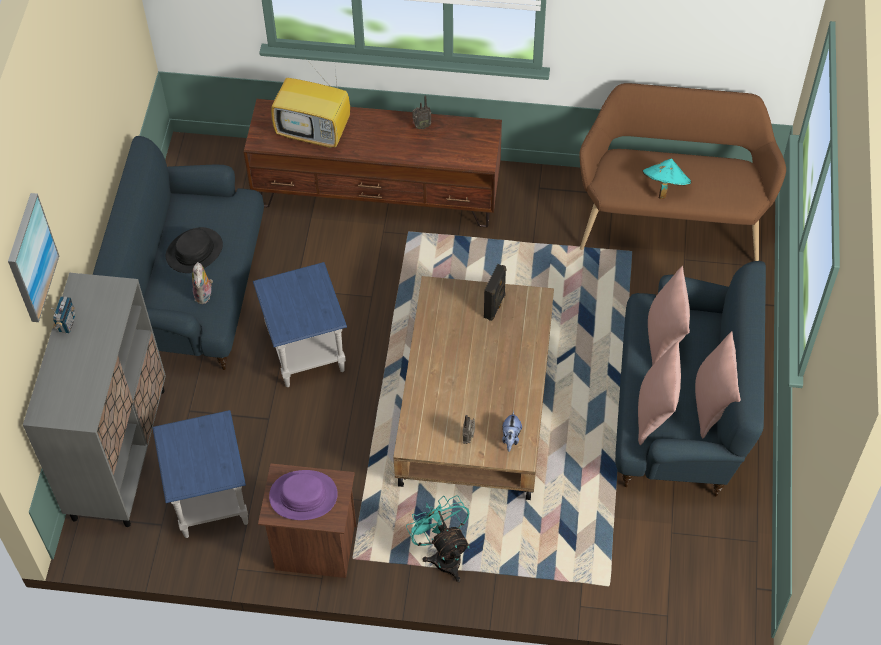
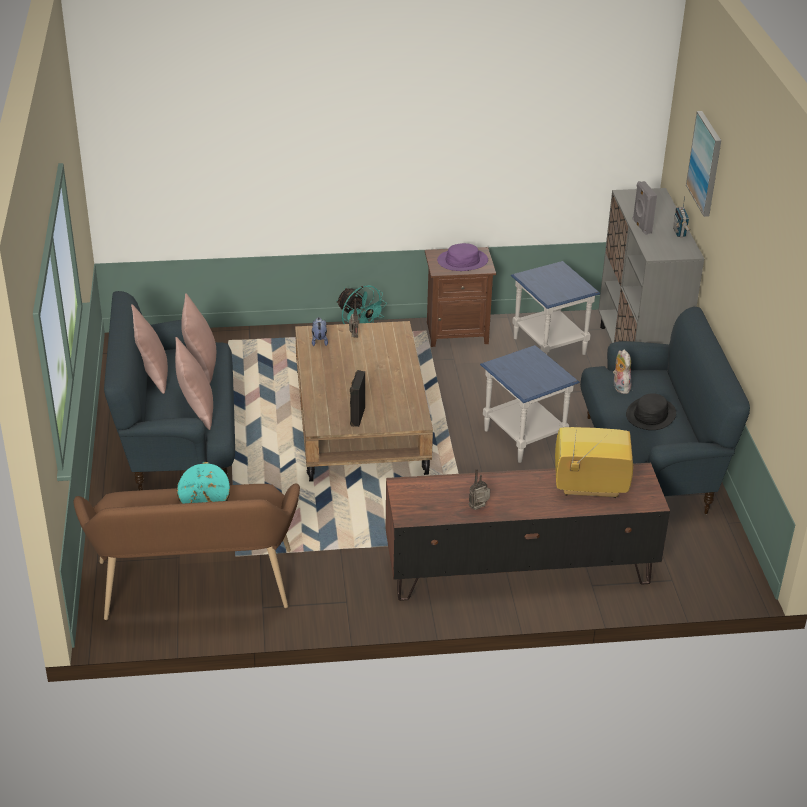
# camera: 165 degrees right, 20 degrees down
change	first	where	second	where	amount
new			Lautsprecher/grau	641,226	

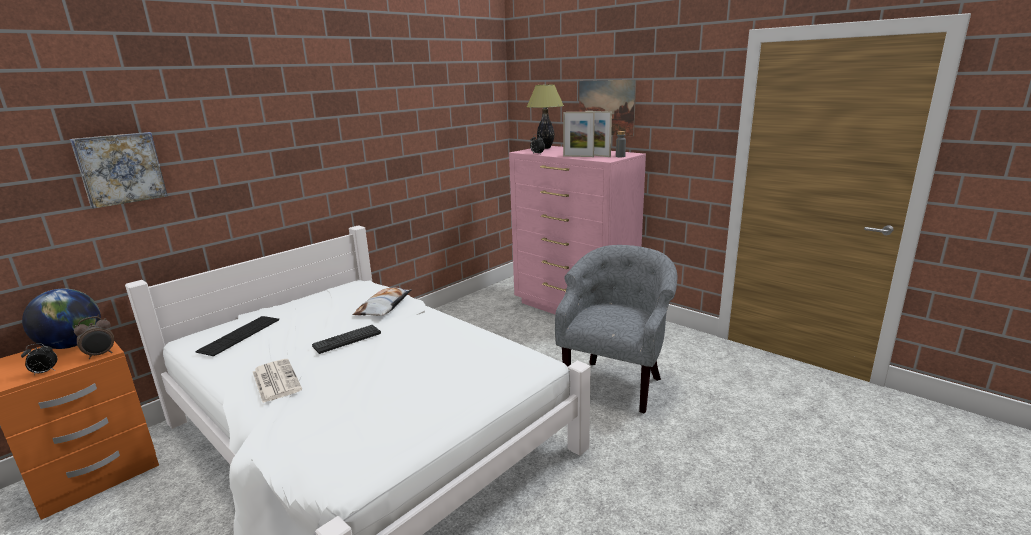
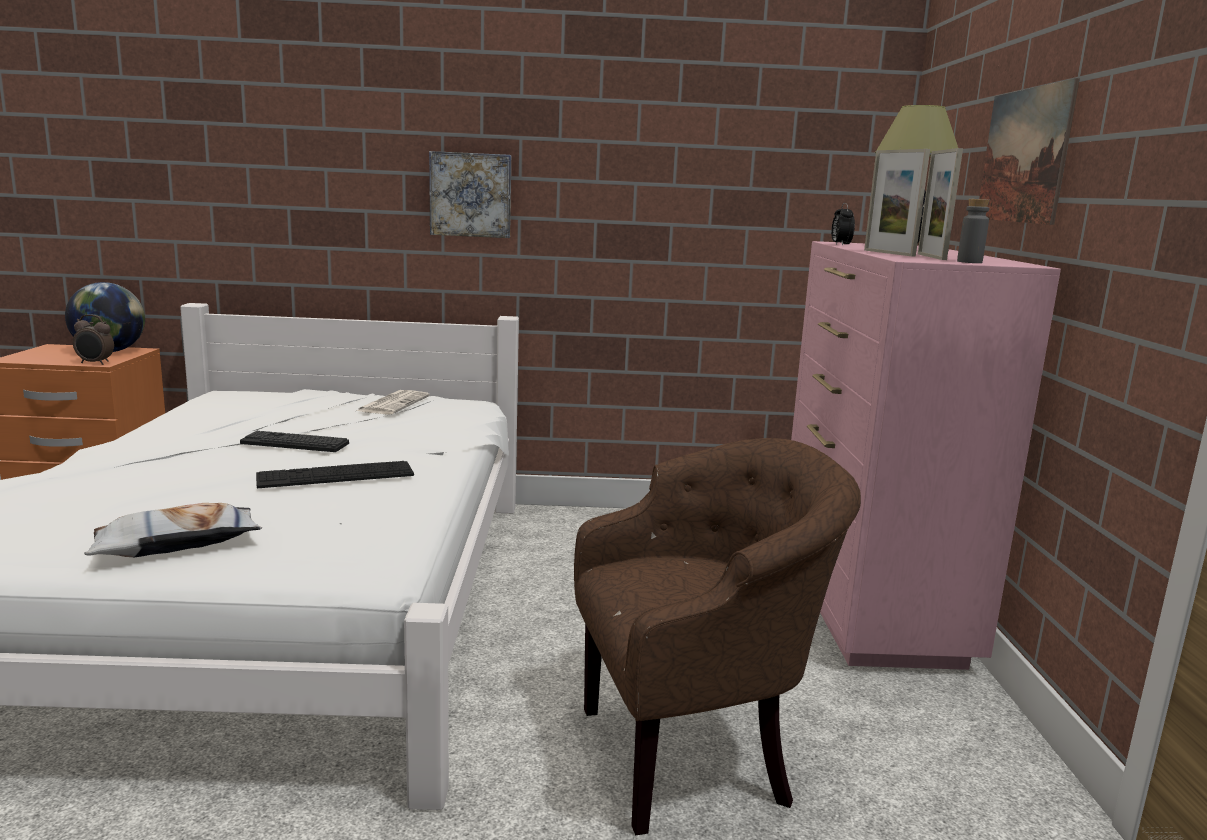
# camera: 45 degrees right, 5 degrees down
change	first	where	second	where	amount
shifted	Kissen	384,307		176,543	
shifted	Tastatur	240,335		336,475	
shifted	Zeitung	275,380		393,403	
shifted	Bild	120,168		471,195	
repainted	Sessel/grau	616,382	Sessel/braun	694,754	
gone	Wecker	44,372			

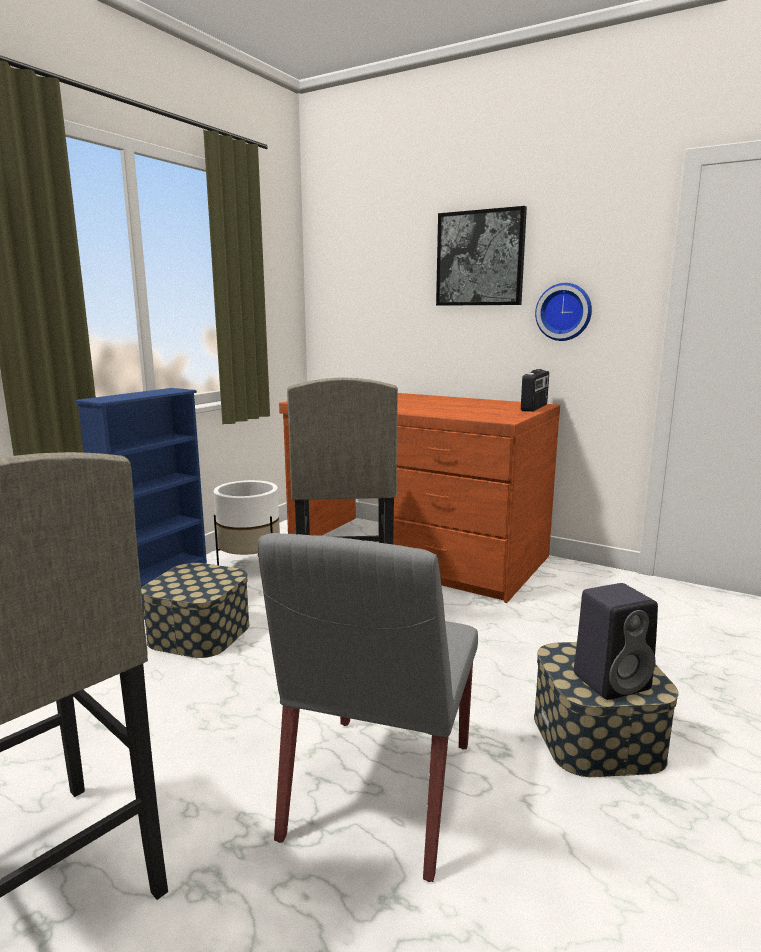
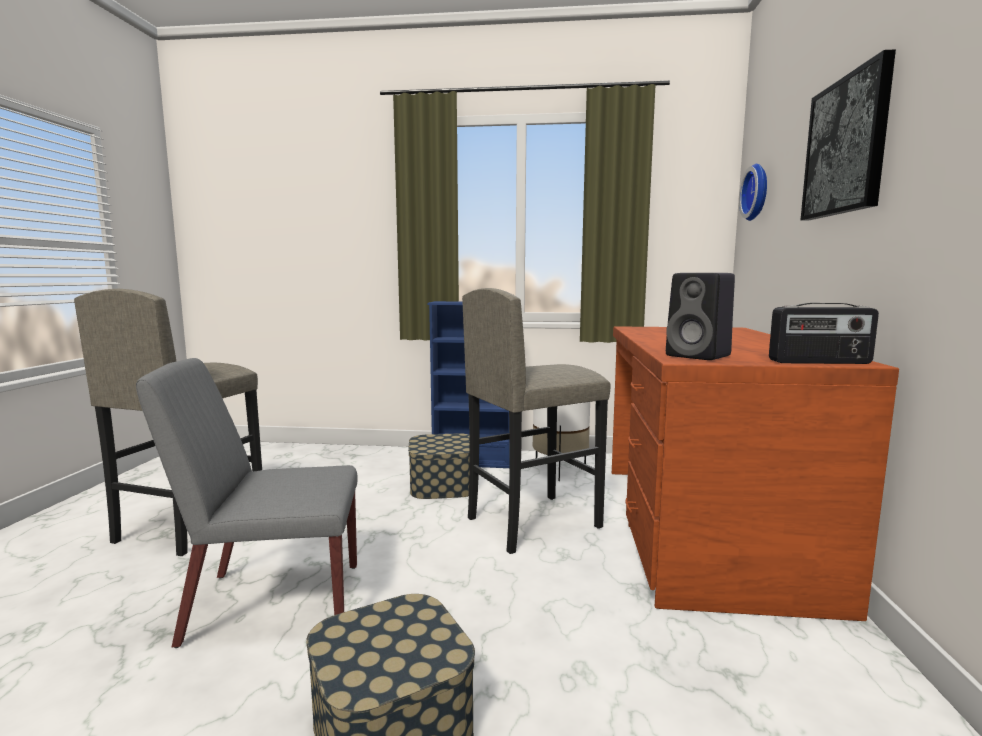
# camera: 65 degrees right, 5 degrees down
change	first	where	second	where	amount
shifted	Lautsprecher/schwarz	612,681		700,356	
shifted	Wanduhr	564,312		758,192	

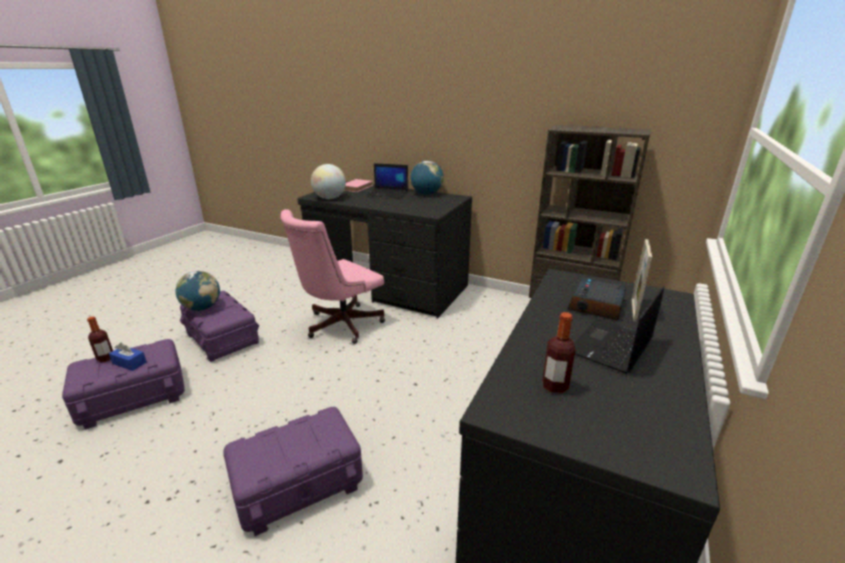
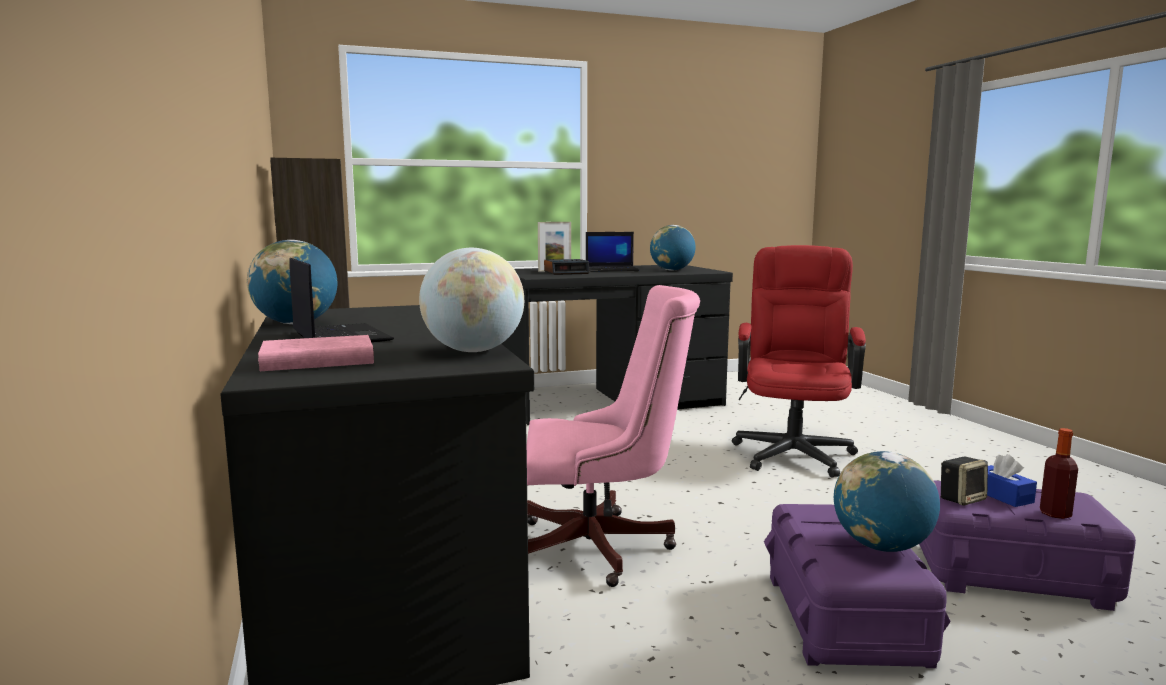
# camera: 135 degrees left, 15 degrees down
change	first	where	second	where	amount
swapped	Flasche	555,386	Globus	672,270	
swapped	Aufbewahrungsbox/lila	298,484	Bürostuhl/rot	793,450	
new			Lautsprecher	962,499	

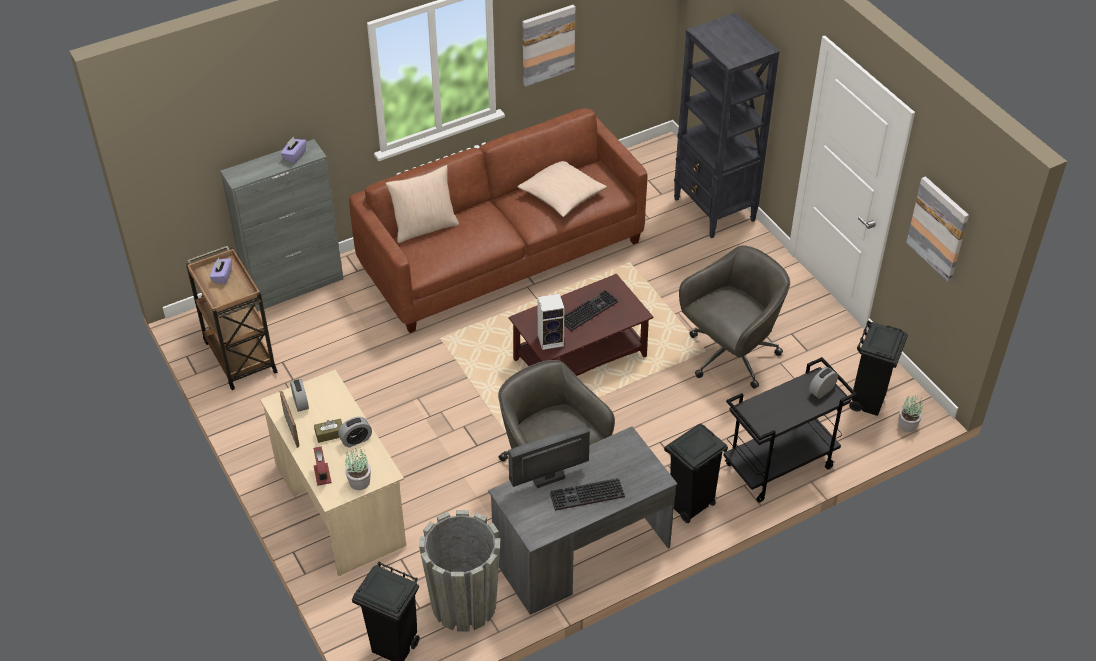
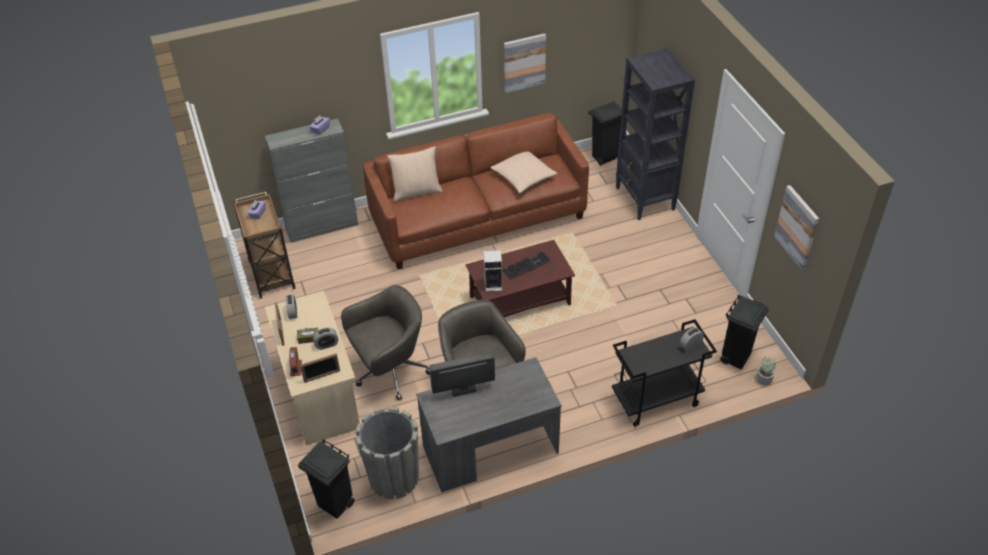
# camera: 10 degrees right, 0 degrees up
change	first	where	second	where	amount
swapped	Topfpflanze	359,481	Bilderrahmen	322,376	
shifted	Bürostuhl/grau	730,356		390,371	
shifted	Mülleimer/schwarz	690,506		604,158	
gone	Tastatur	586,496			

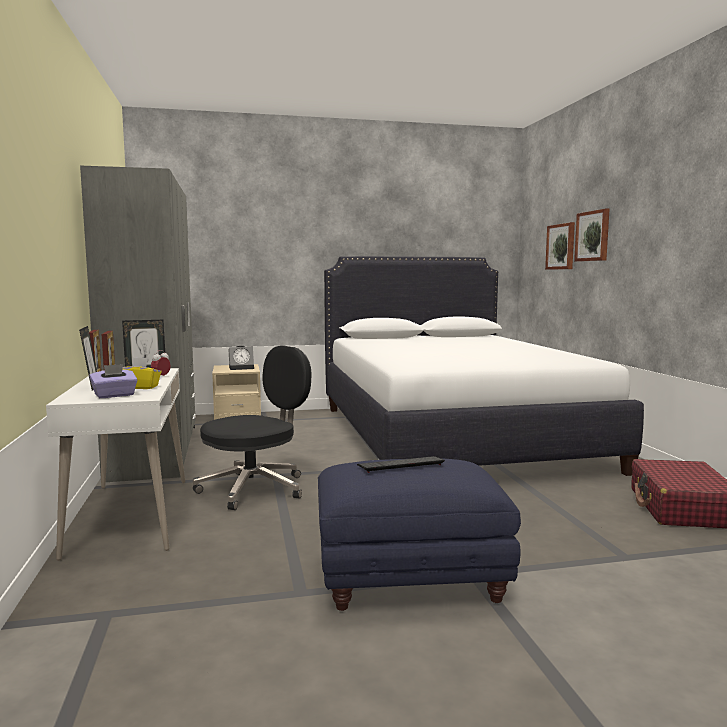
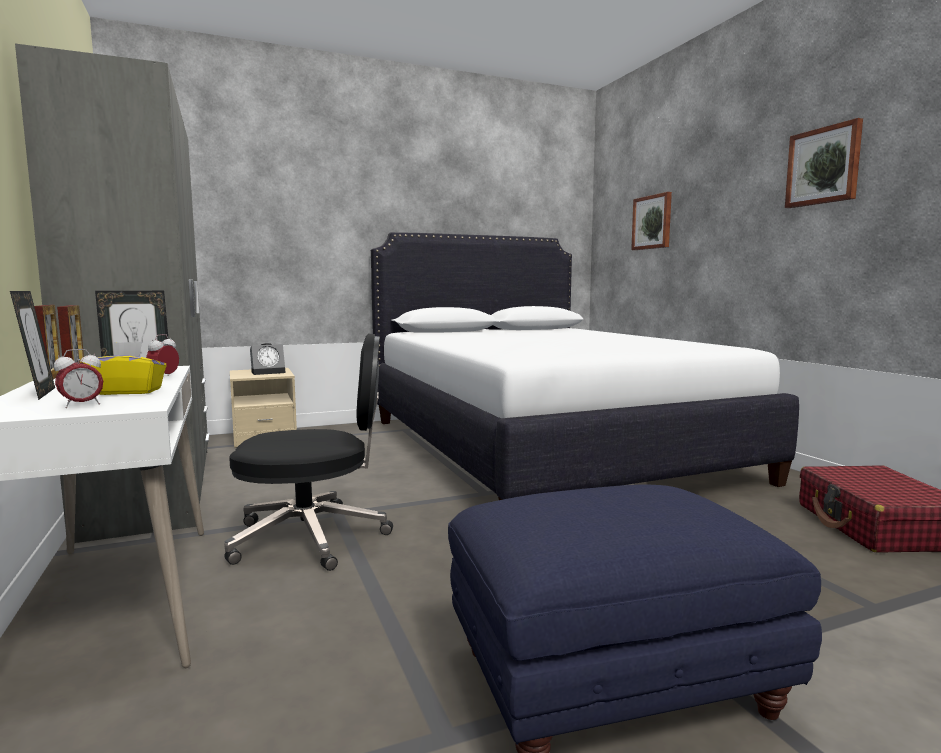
# camera: 10 degrees left, 0 degrees up
change	first	where	second	where	amount
swapped	Taschentuchbox/lila	114,395	Wecker	81,405	
rotated	Bürostuhl/schwarz	255,488		313,537	45 degrees clockwise
shifted	Bild	593,236		823,166	
gone	Tastatur	400,465			

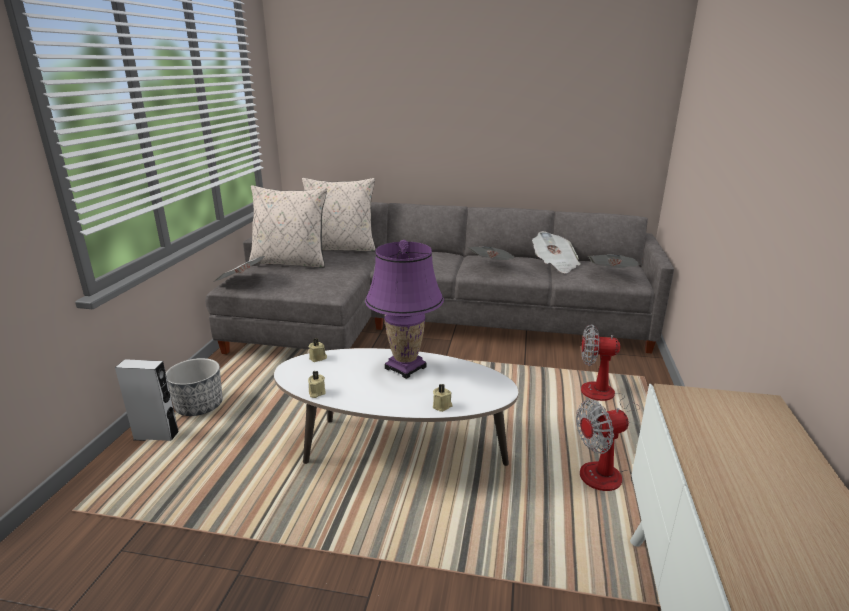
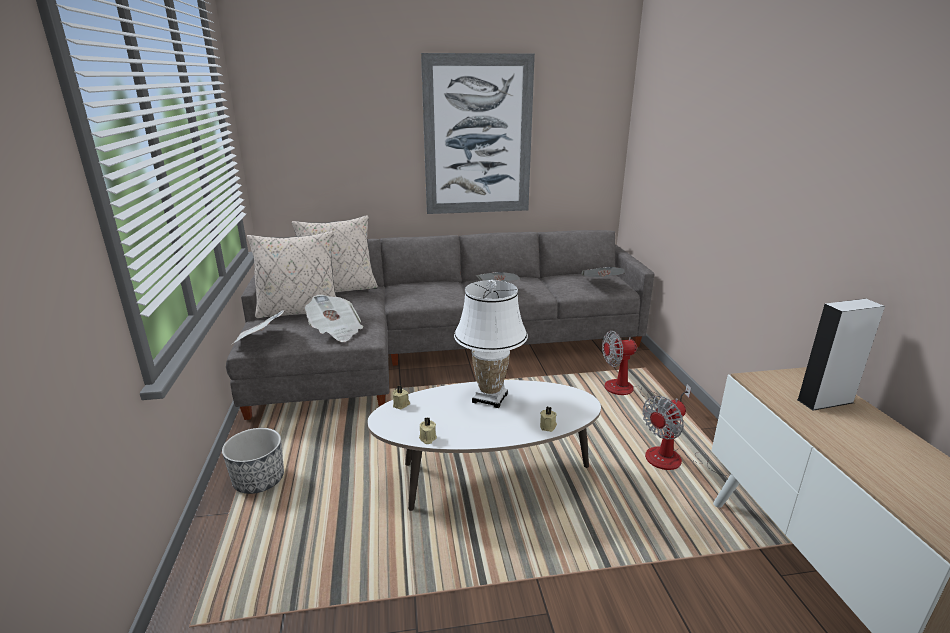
# camera: 20 degrees left, 0 degrees up
change	first	where	second	where	amount
shifted	Zeitung	555,265		335,331	
new			Bild	478,136	
repainted	Tischlampe/lila	406,367	Tischlampe/weiß	490,398	
shifted	Lautsprecher/grau	156,436		825,401	

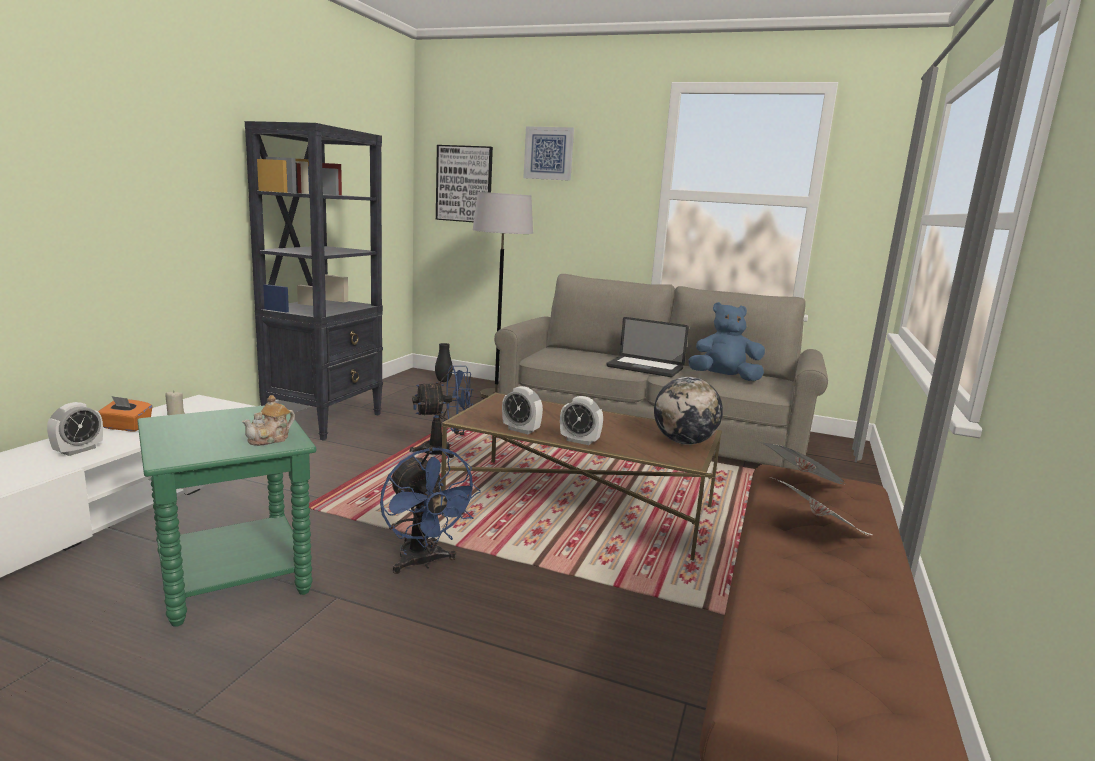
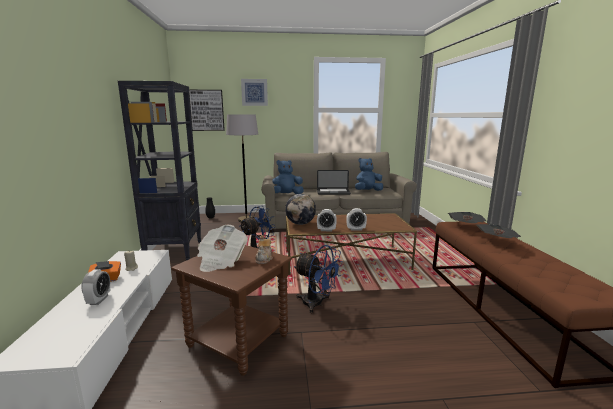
# camera: 25 degrees left, 0 degrees up
change	first	where	second	where	amount
repainted	Beistelltisch/grün	235,576	Beistelltisch/braun	239,340	
new			Zeitung	221,261	
new			Plüschtier/blau	286,195	
shifted	Globus	684,442		300,223	

